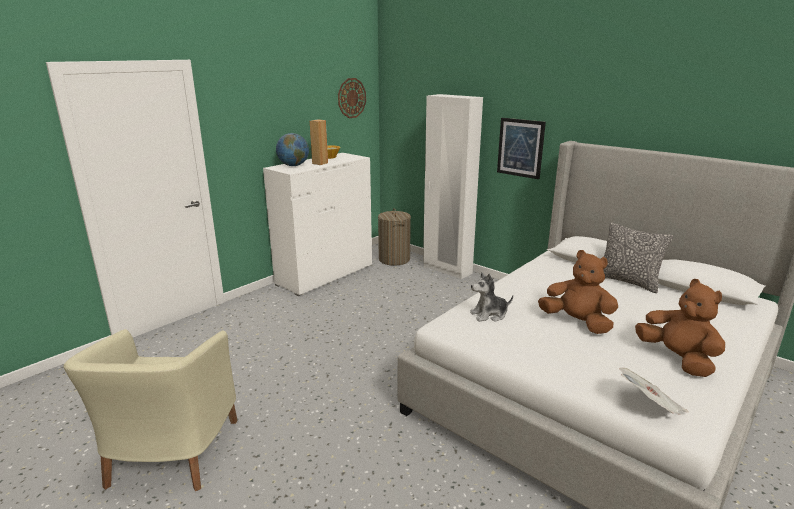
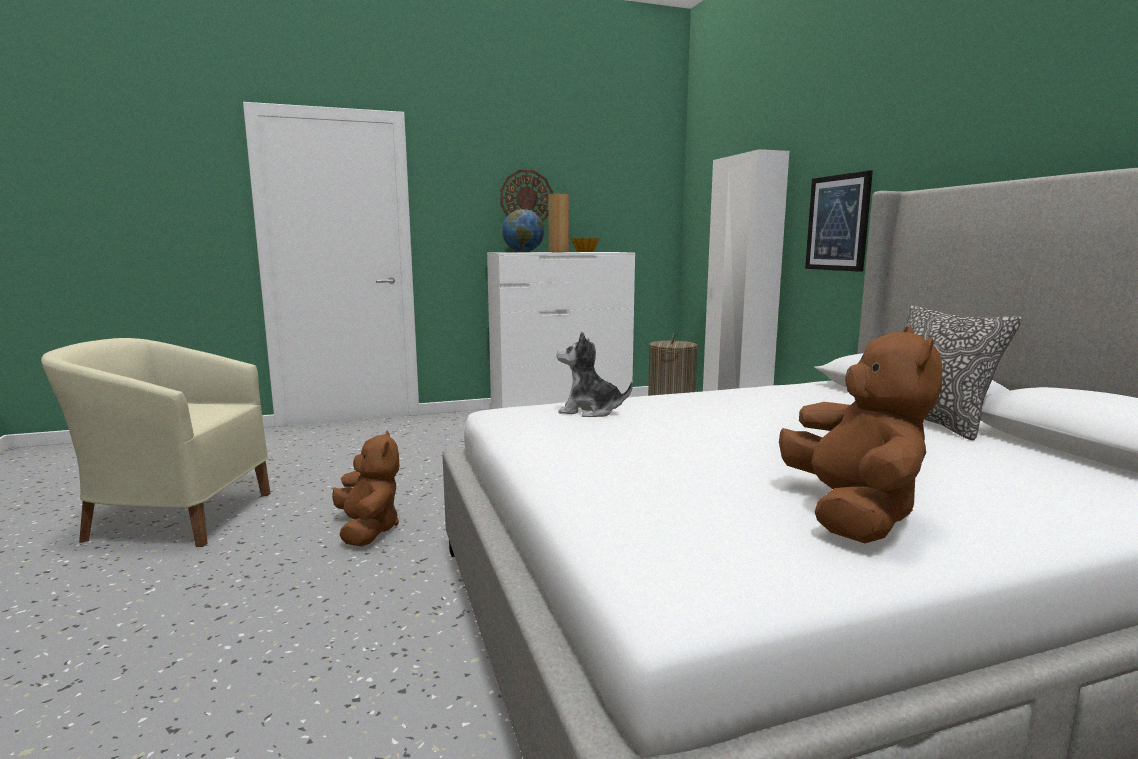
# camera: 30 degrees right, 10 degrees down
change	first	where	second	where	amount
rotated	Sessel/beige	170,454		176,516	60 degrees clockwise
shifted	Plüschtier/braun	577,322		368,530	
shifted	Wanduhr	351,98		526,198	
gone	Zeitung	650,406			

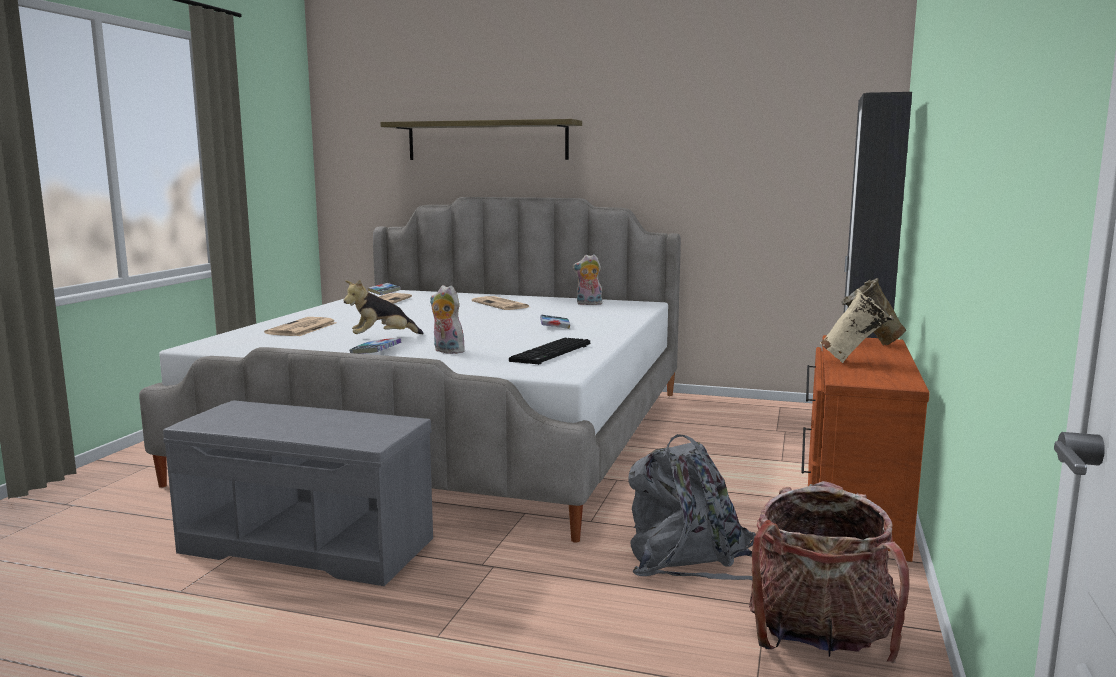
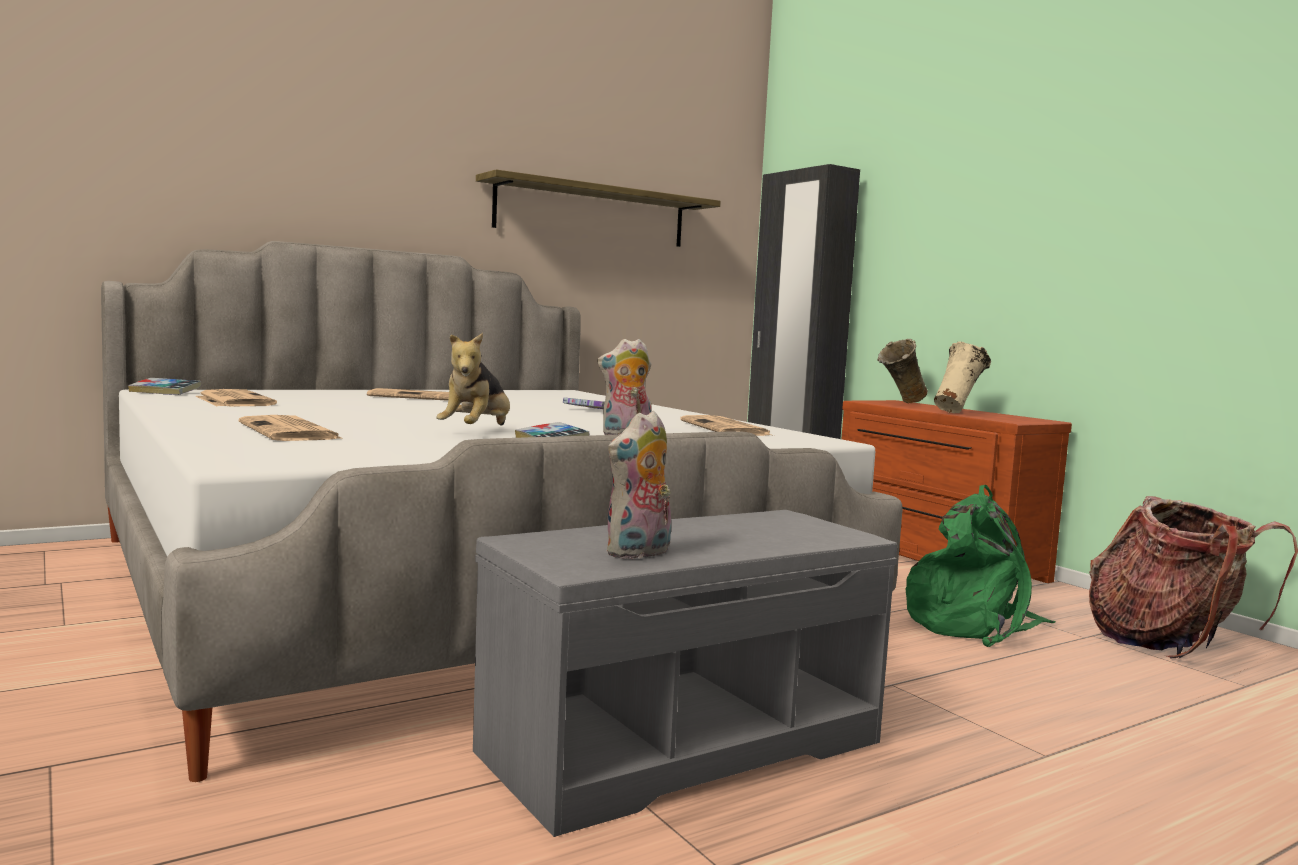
# camera: 50 degrees left, 5 degrees down
change	first	where	second	where	amount
shifted	Wandregal	487,141		592,214	
shifted	Plüschtier	588,304		639,553	
swapped	Tastatur	552,353	Zeitung	726,428	
repainted	Rucksack/grau	689,560	Rucksack/grün	973,624	

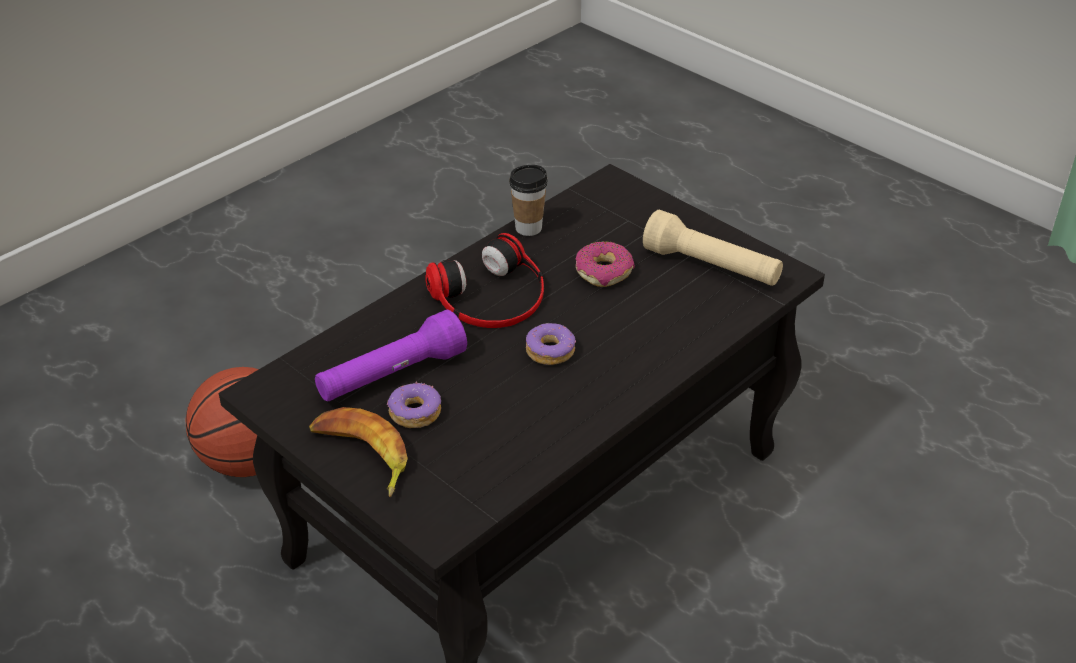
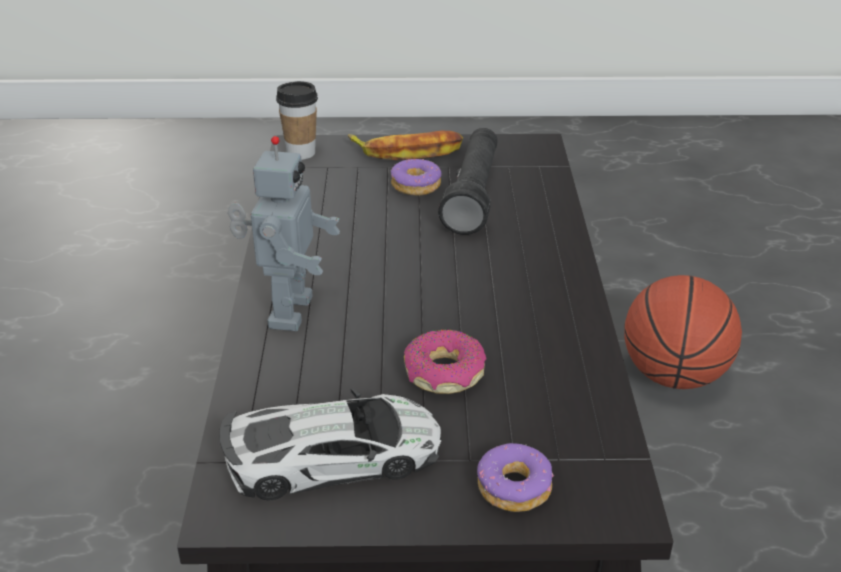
# camera: 135 degrees right, 5 degrees down
change	first	where	second	where	amount
swapped	Taschenlampe/beige	711,267	Spielzeugauto	334,456	
new			Spielzeugroboter	287,312	
shifted	Tasse	528,228		301,153	
repainted	Taschenlampe/lila	391,376	Taschenlampe/schwarz	473,195	
shifted	Donut	550,351		514,488	
gone	Kopfhörer	491,297			

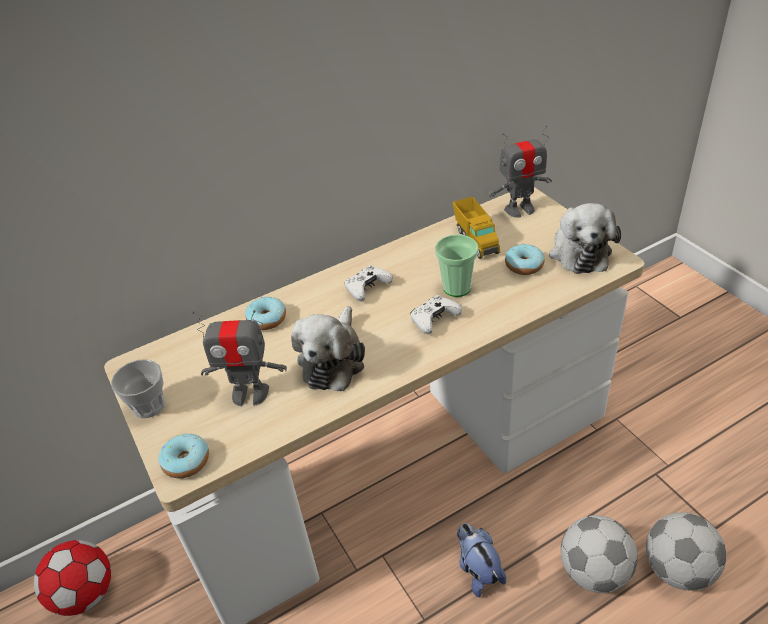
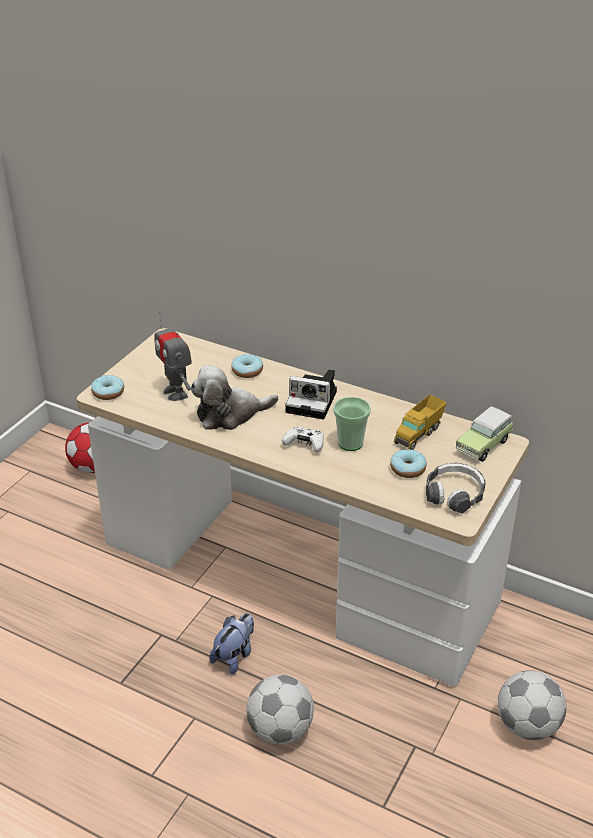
# camera: 55 degrees right, 5 degrees down
change	first	where	second	where	amount
swapped	Gamepad/weiß	367,289	Kamera	314,402	
swapped	Plüschtier	579,251	Kopfhörer	454,494	
swapped	Spielzeugroboter	519,209	Spielzeugauto	484,444	
shifted	Fußball	678,568		527,725	
gone	Tasse	149,405			

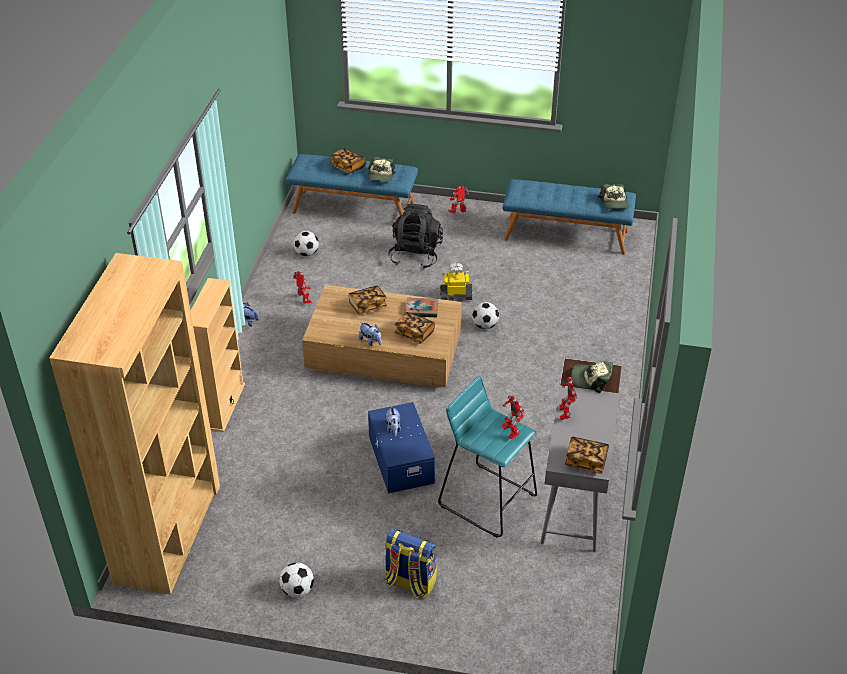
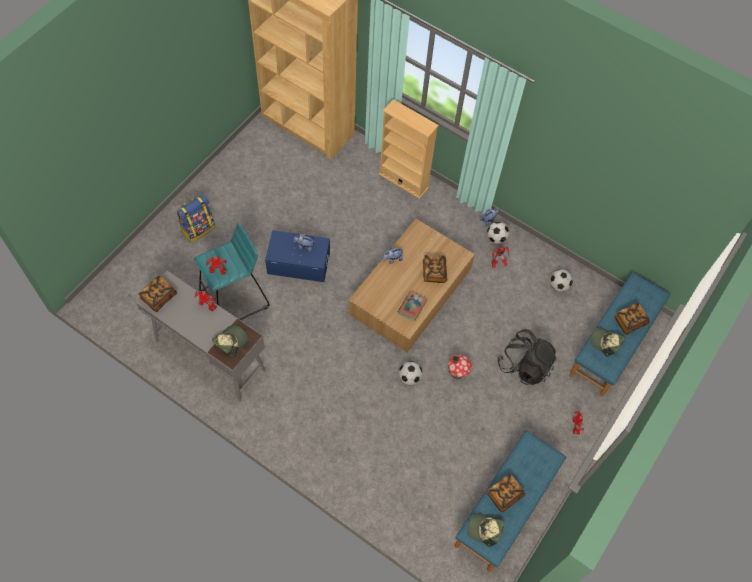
# camera: 110 degrees right, 20 degrees up
change	first	where	second	where	amount
swapped	Spielzeugroboter	456,295	Spielzeughaus	457,373	
shifted	Buch	414,334		504,494	
shifted	Fußball	297,590		496,238	

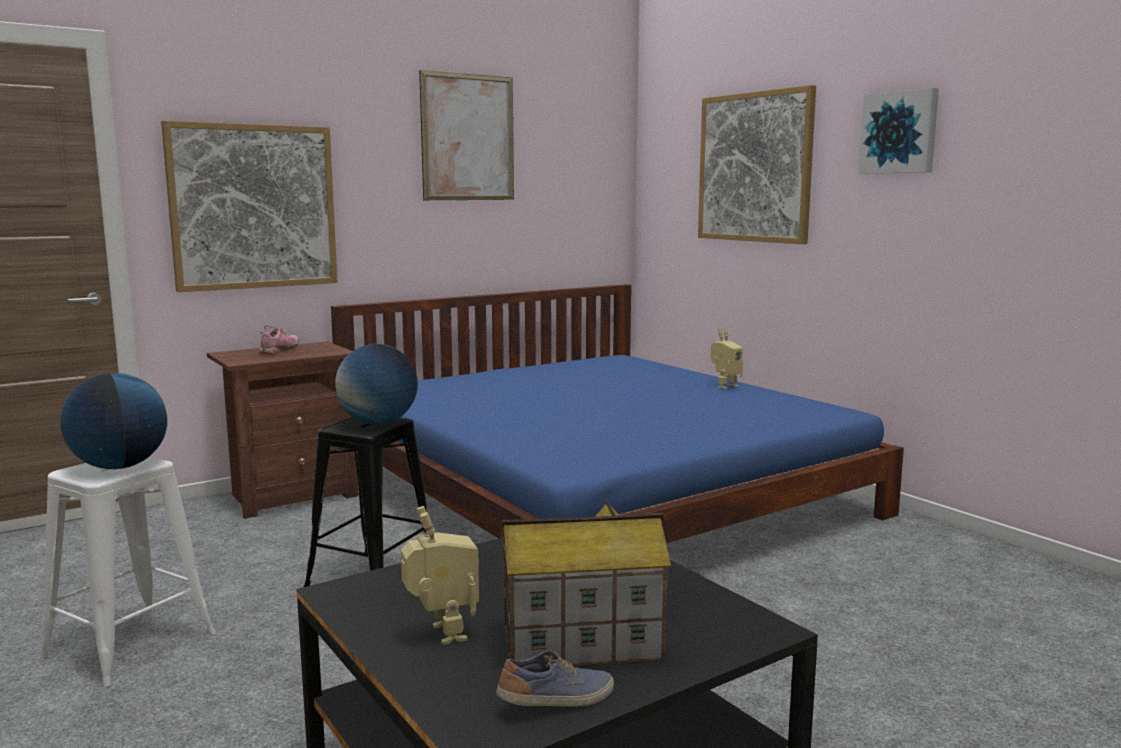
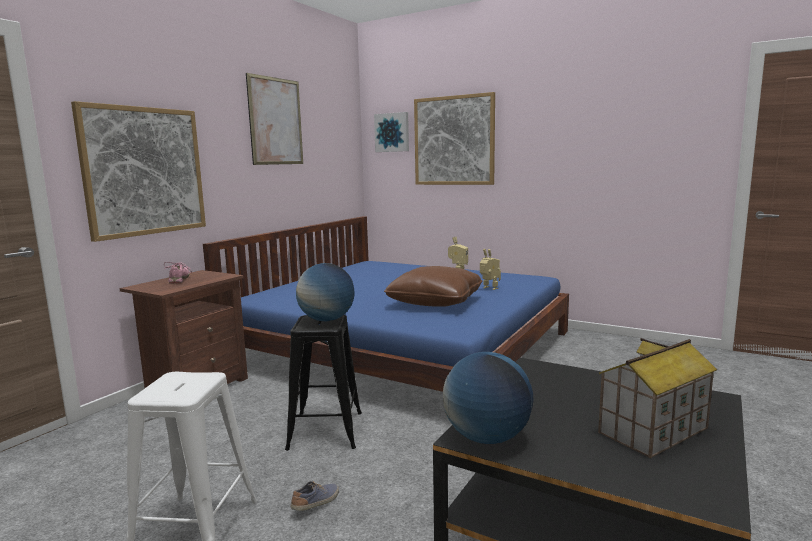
# camera: 25 degrees left, 0 degrees up
change	first	where	second	where	amount
shifted	Schuh	557,702		316,503	
shifted	Bild	899,132		392,132	
new			Kissen/braun	435,302	
shifted	Globus	119,467		487,438	
shifted	Spielzeugroboter	441,634		489,288	

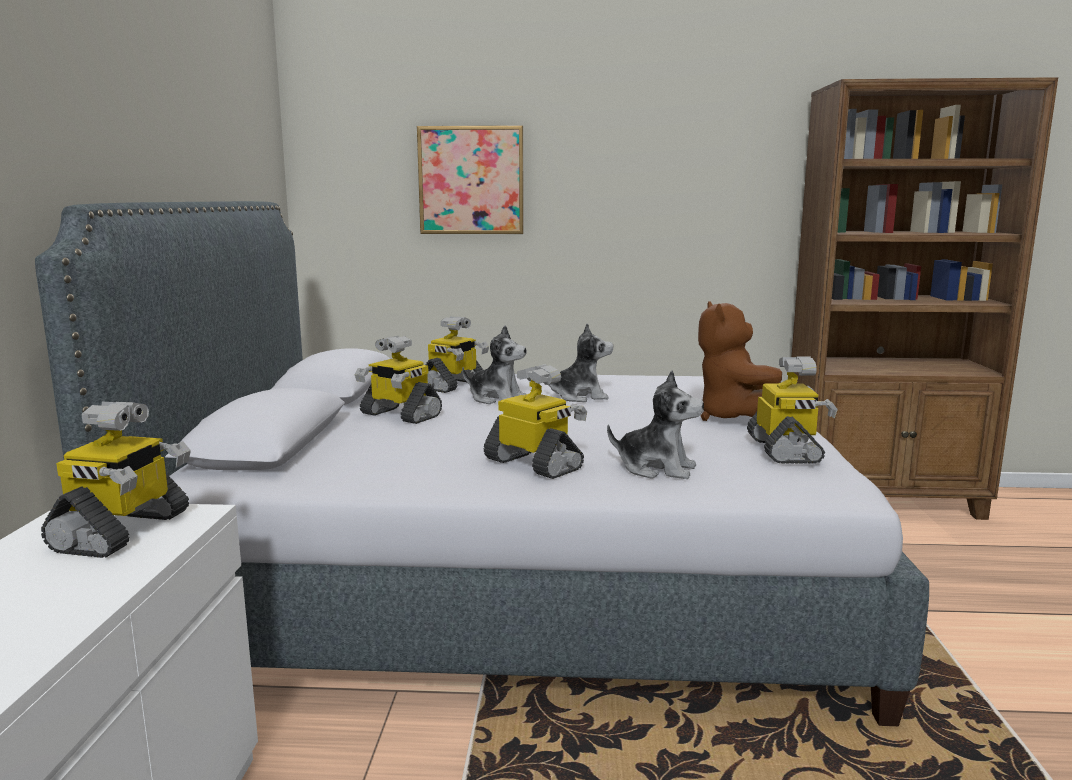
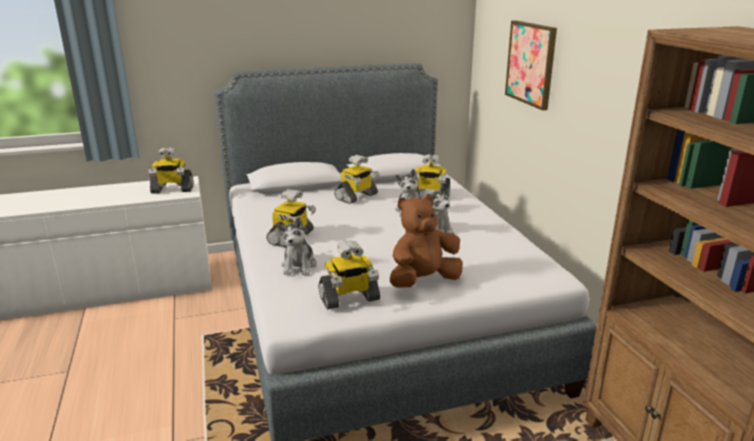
# camera: 70 degrees right, 10 degrees up
change	first	where	second	where	amount
rotated	Spielzeugroboter	399,415		356,197	150 degrees counterclockwise

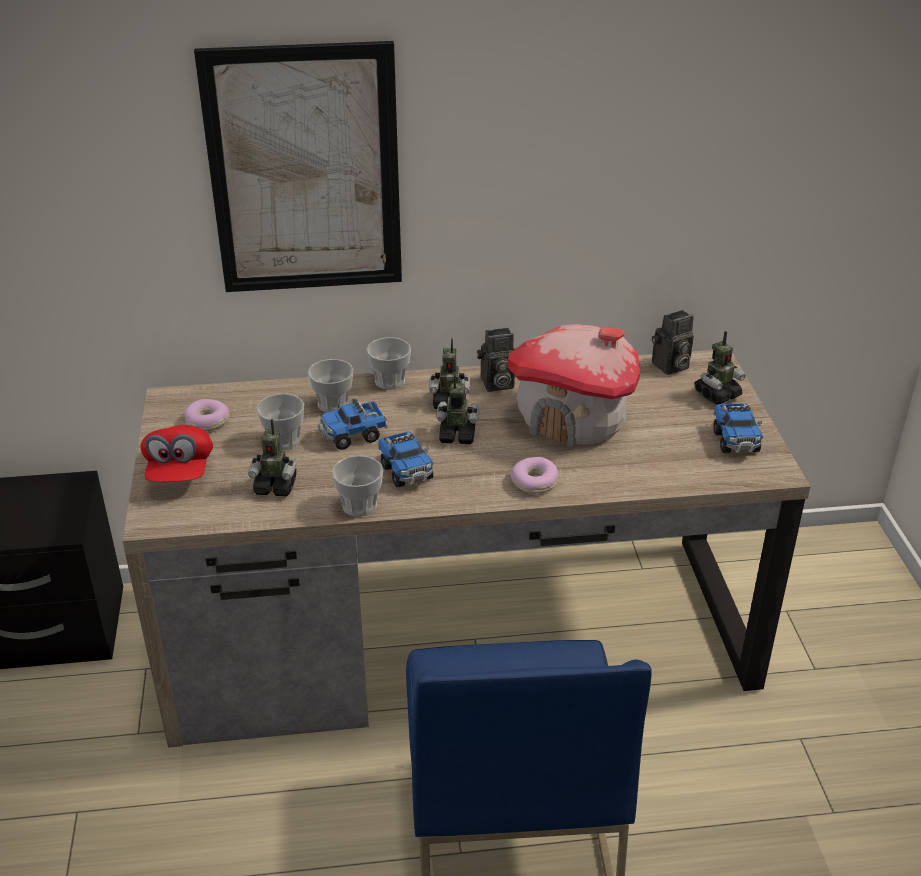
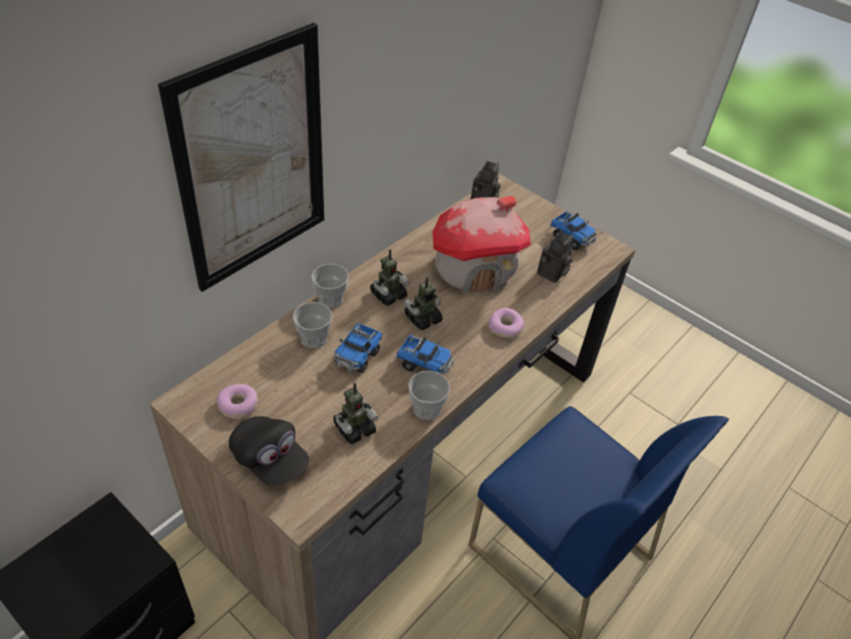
# camera: 45 degrees left, 10 degrees up
change	first	where	second	where	amount
repainted	Kappe/rot	180,471	Kappe/schwarz	270,459	
shifted	Kamera	496,384		552,274	
gone	Tasse	284,440			
gone	Spielzeugroboter	717,395			

